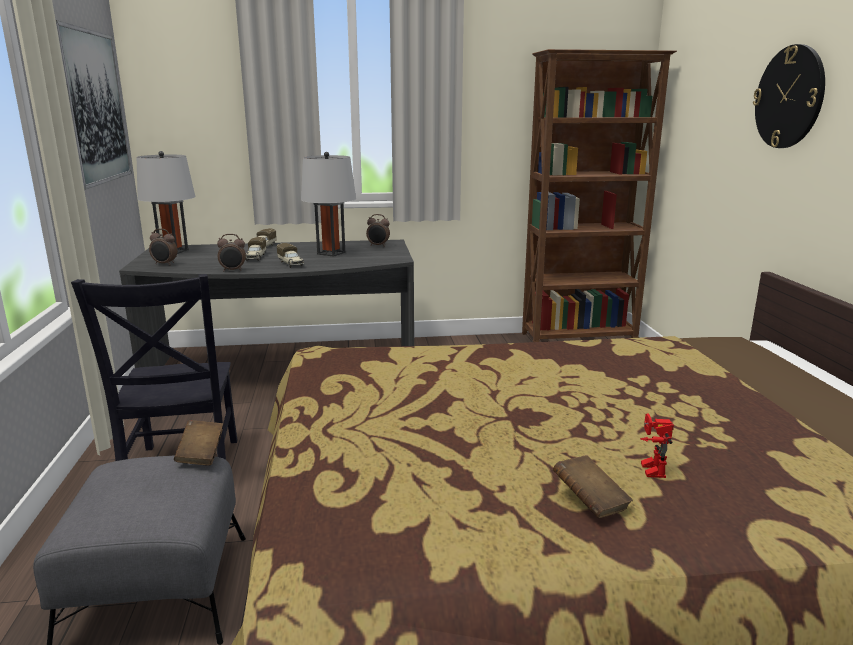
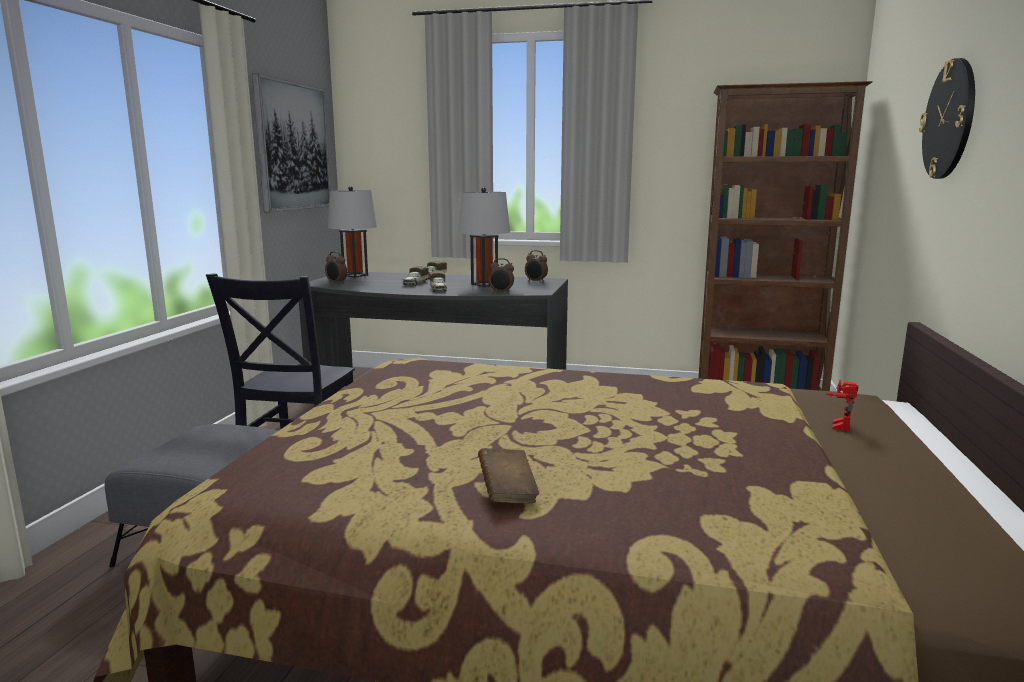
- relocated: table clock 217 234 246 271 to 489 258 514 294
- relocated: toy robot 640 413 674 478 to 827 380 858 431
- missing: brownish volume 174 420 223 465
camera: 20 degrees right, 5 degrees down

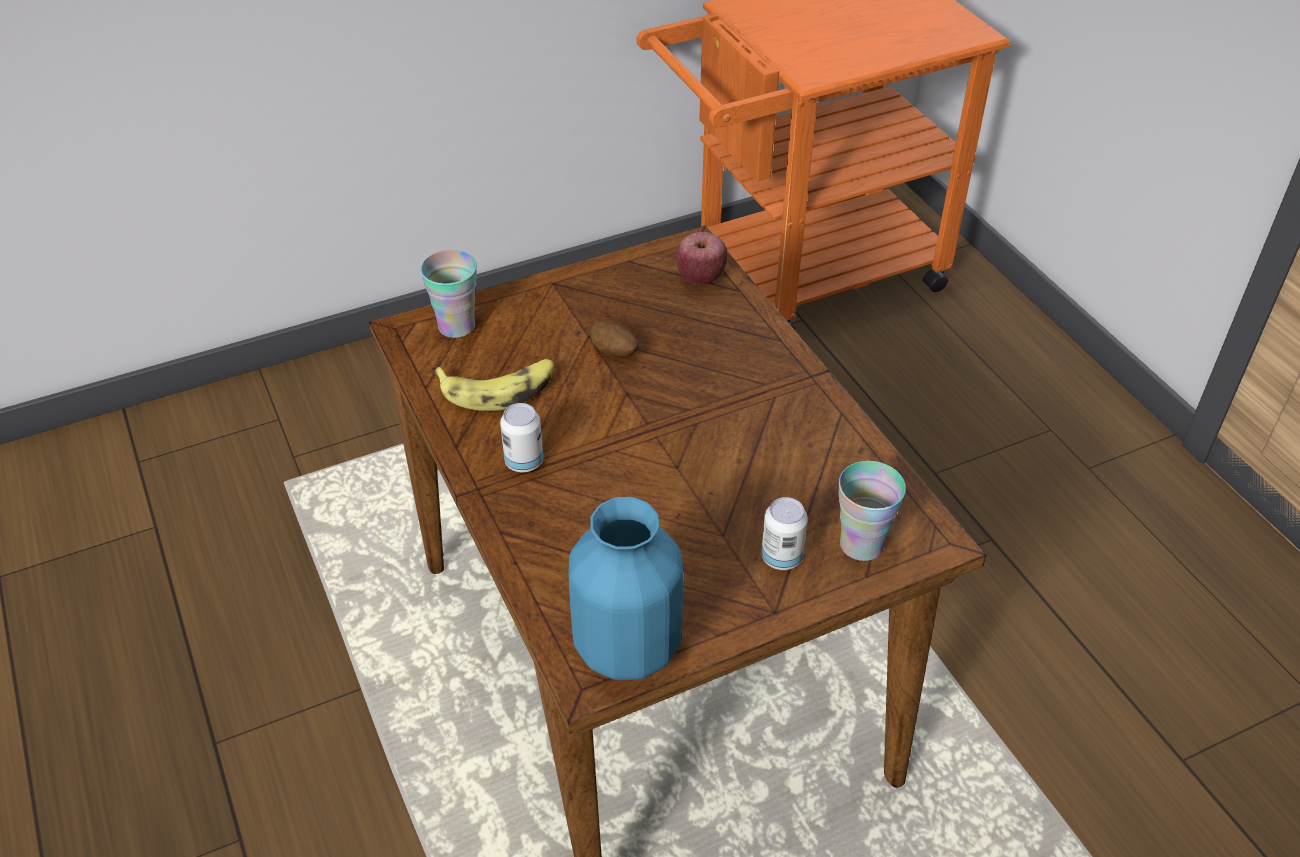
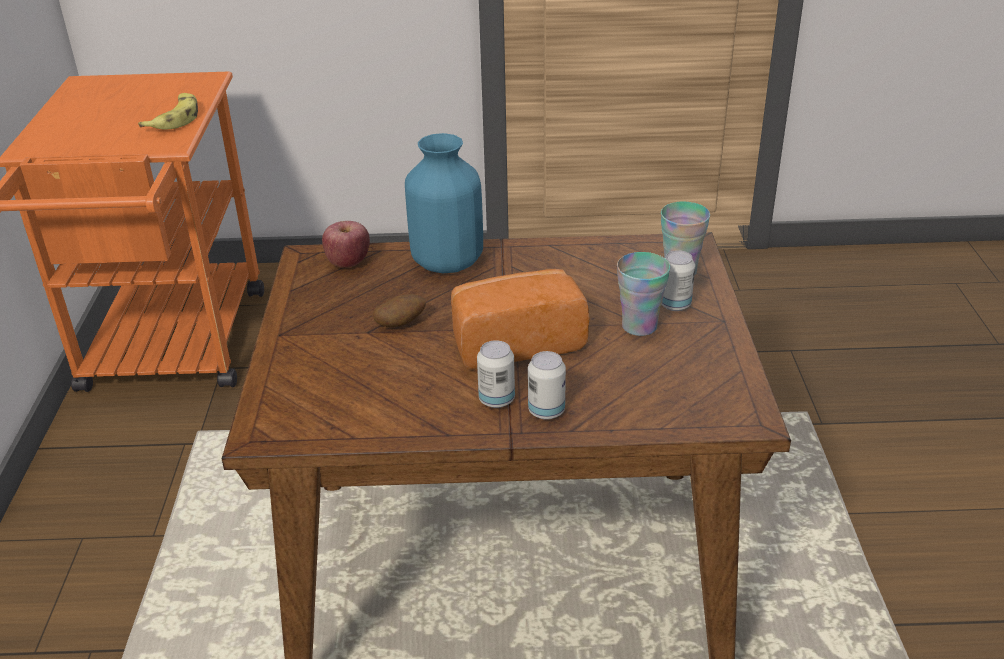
- relocated: drinking cup 421 250 477 338 to 617 252 670 336
- relocated: banana 434 359 554 411 to 138 93 198 129
- relocated: blue-coloured flower vase 569 497 683 680 to 405 133 483 273
- appeared: bread 451 269 589 369
- appeared: sealed can 528 351 566 420
camera: 65 degrees left, 10 degrees down

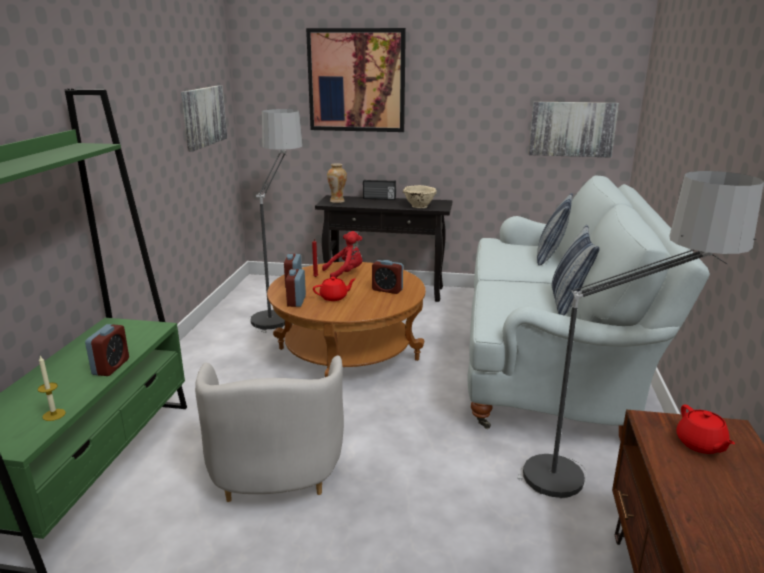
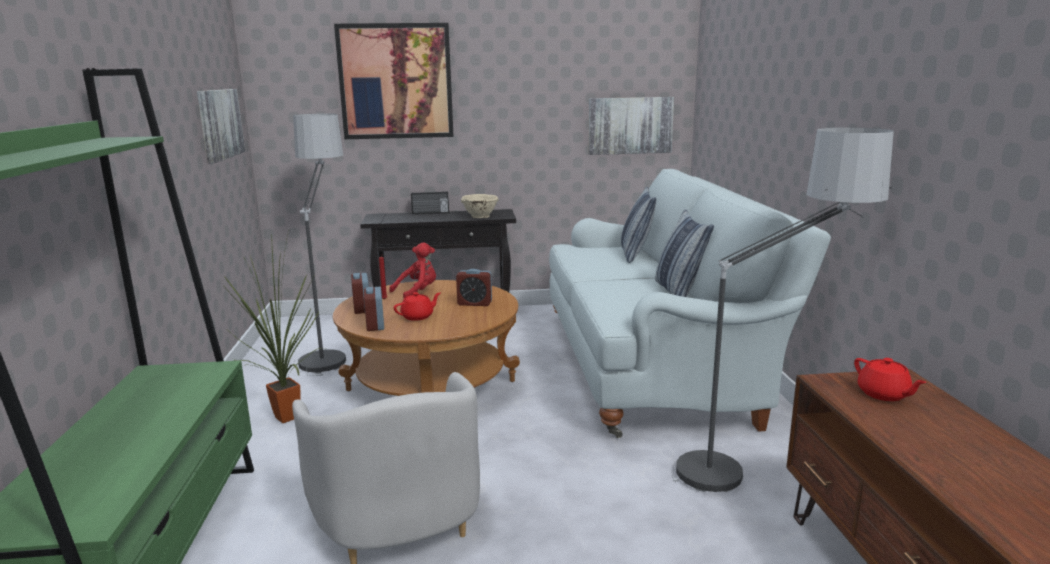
- missing: flower vase 327 163 347 203
- missing: table clock 85 324 129 376
- missing: wax light 38 356 66 421
- appeared: potted plant 224 231 323 423
camera: 15 degrees left, 5 degrees down

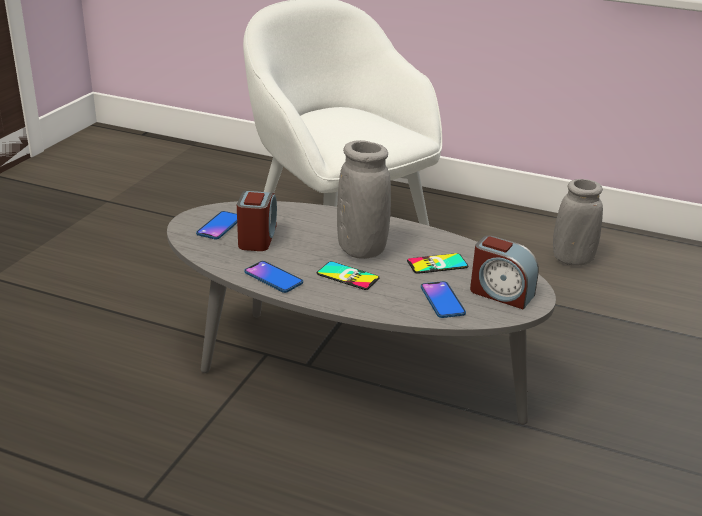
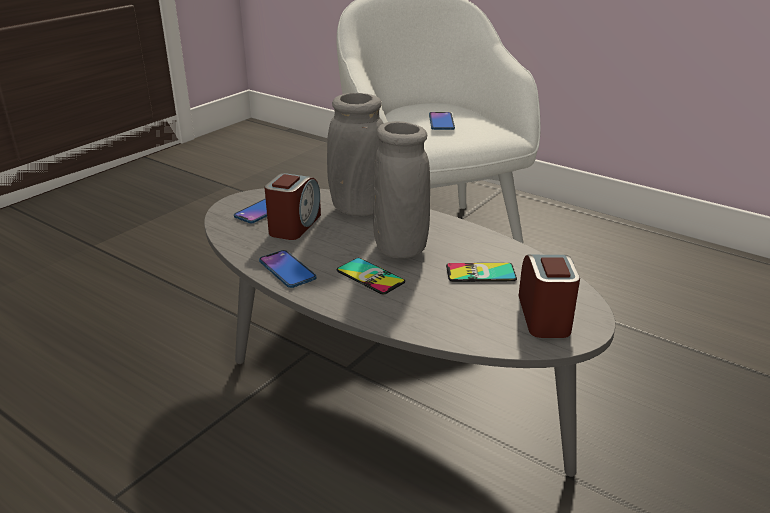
- relocated: greyish flower vase 553 179 603 265 to 327 93 383 216
- spun: table clock 470 236 539 310 = 519 255 580 338 135 degrees counterclockwise
- relocated: handset 421 281 466 318 to 429 112 455 130
camera: 15 degrees right, 0 degrees up

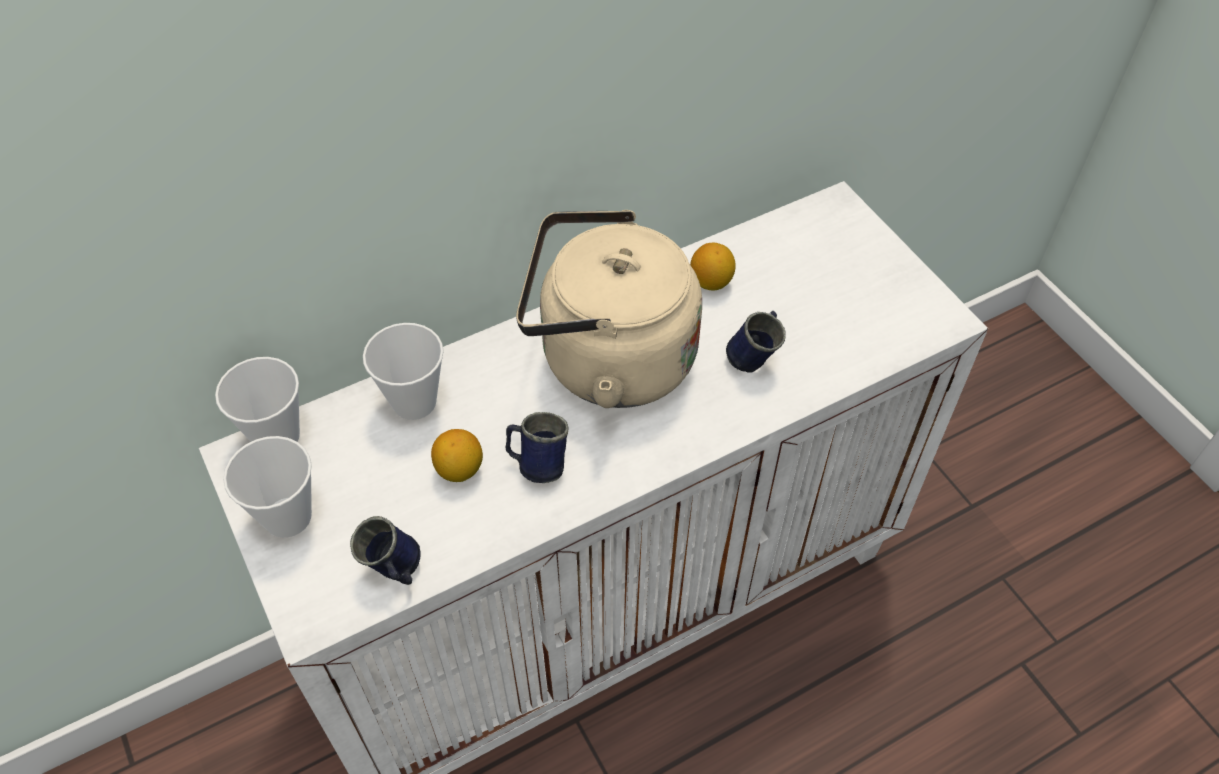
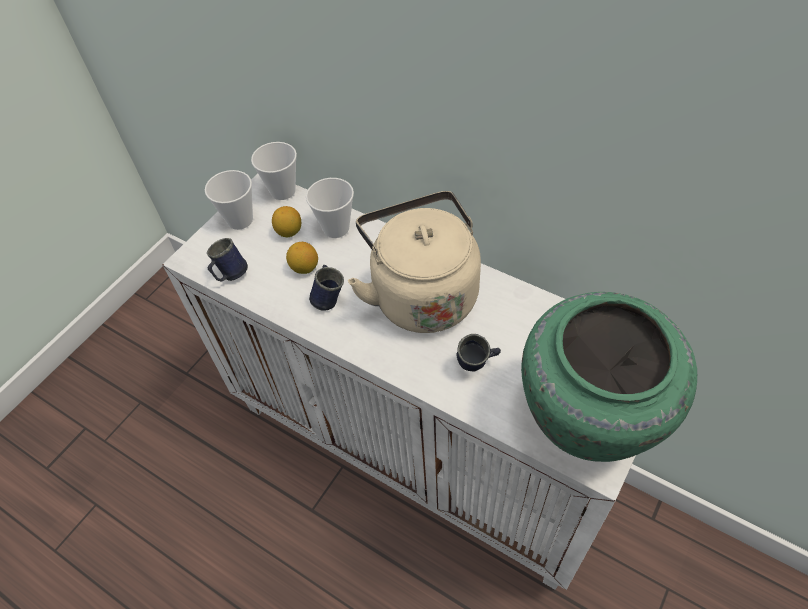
- relocated: citrus fruit 690 243 736 290 to 272 206 301 237
- appeared: green flower vase 521 292 697 462
camera: 65 degrees right, 0 degrees up

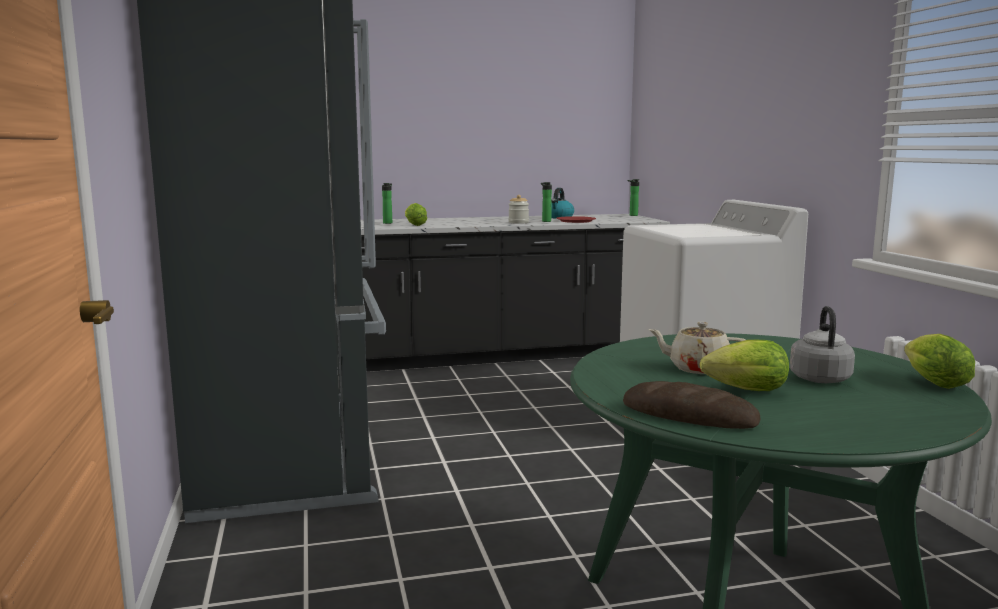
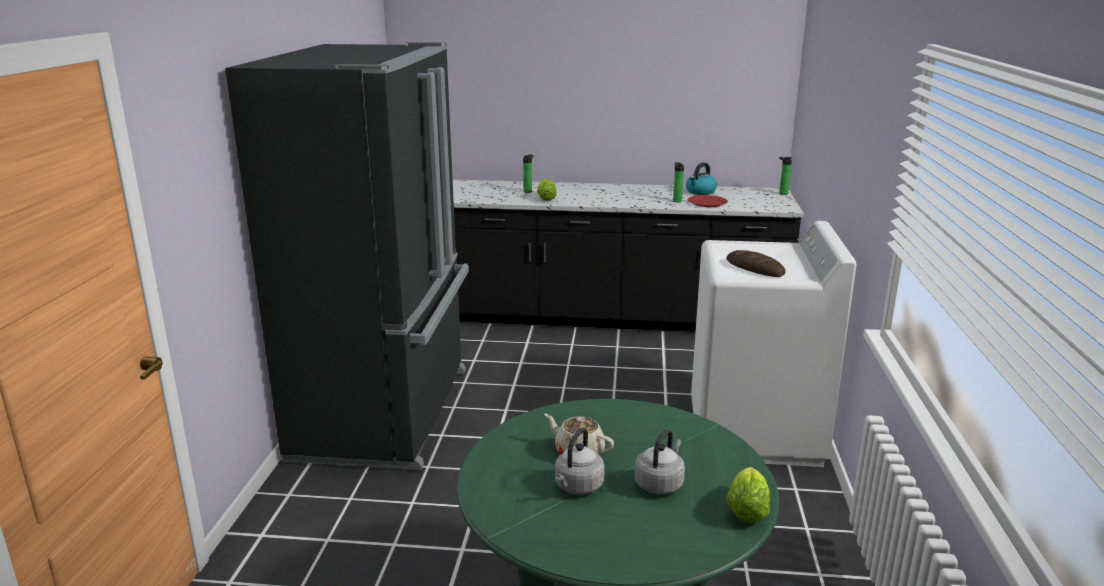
- missing: jar 508 195 529 224
- exchanged: lettuce 699 340 789 391 to greyish water kettle 555 428 605 495
- relocated: bread 623 381 761 429 to 726 250 786 277
camera: 20 degrees right, 10 degrees up

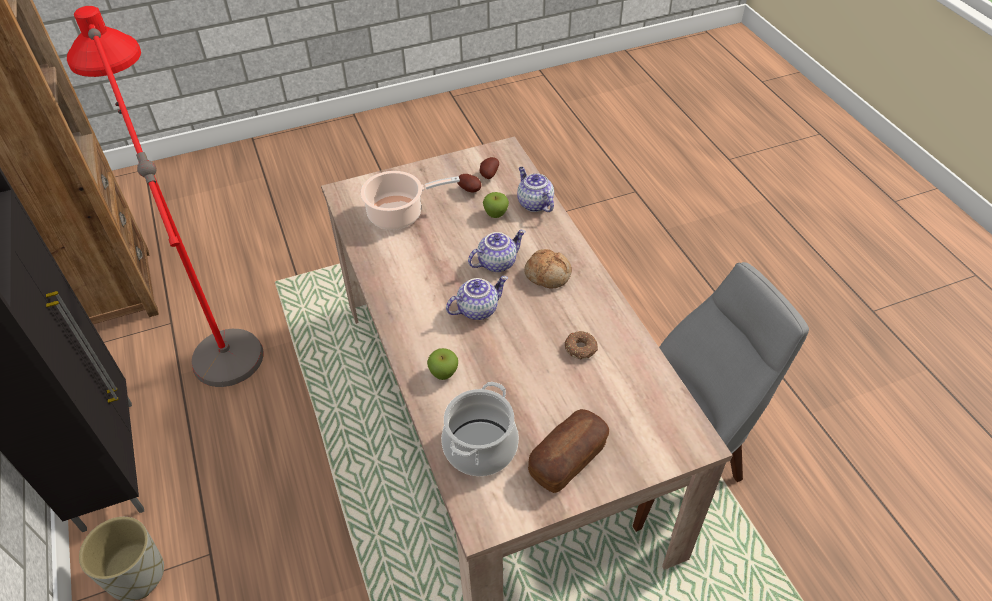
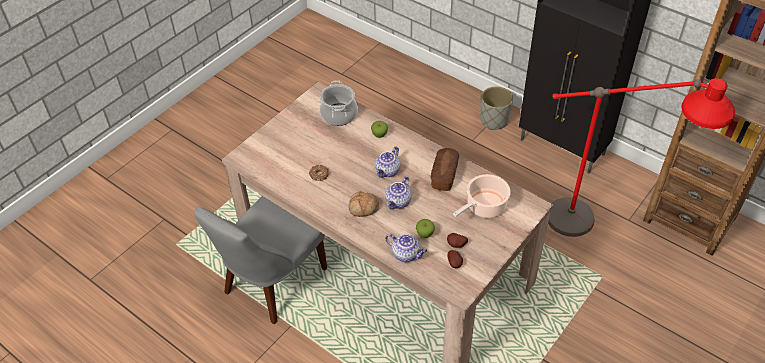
- relocated: bread 528 409 609 493 to 431 148 459 191
camera: 150 degrees right, 0 degrees up

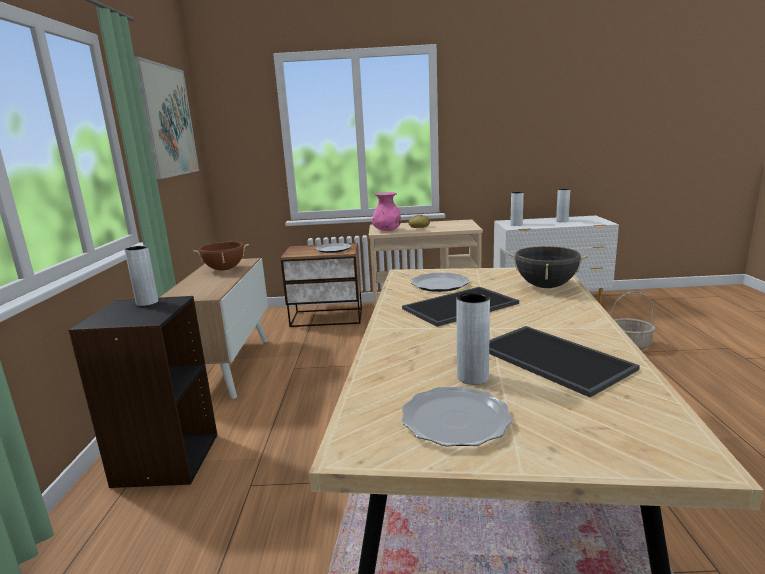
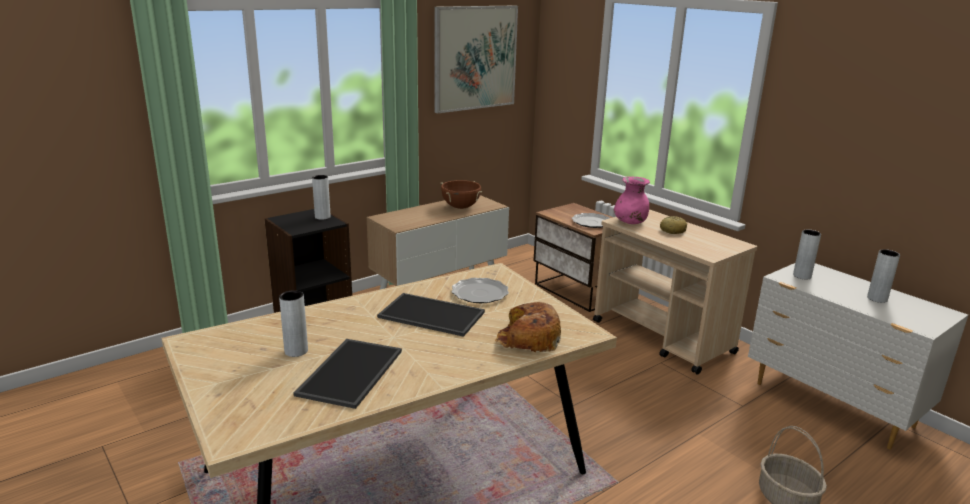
- exchanged: black-coloured saucepot 508 246 589 288 to bread 495 302 561 352
- missing: plate 402 386 513 447
camera: 50 degrees right, 5 degrees up

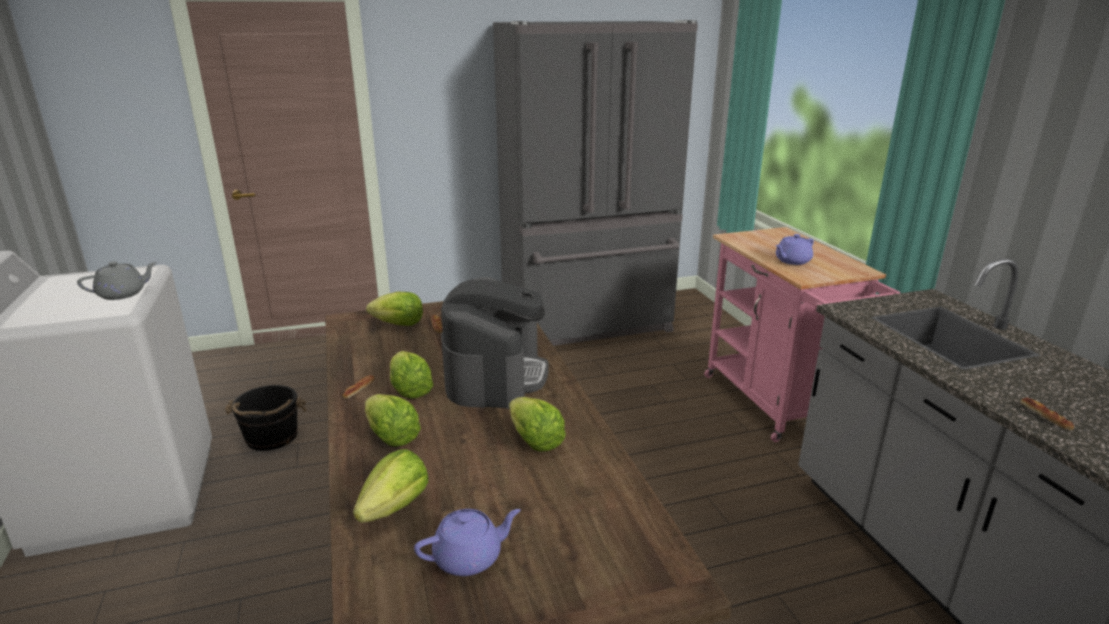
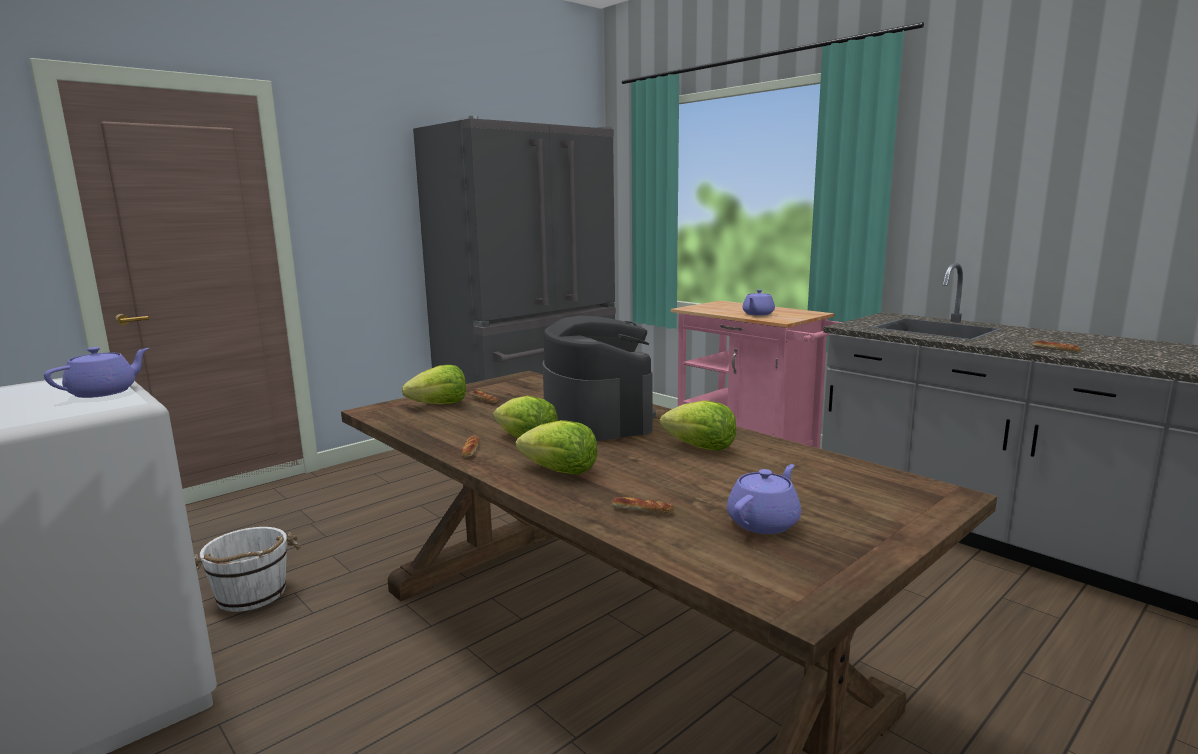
- colour: greyish pot for tea 77 261 157 300 to purple pot for tea 44 347 149 398
- colour: black-coloured water bucket 225 385 307 451 to white-coloured water bucket 194 527 301 612
- exchanged: lettuce 353 449 428 523 to bread 612 497 674 514
camera: 25 degrees left, 10 degrees down

